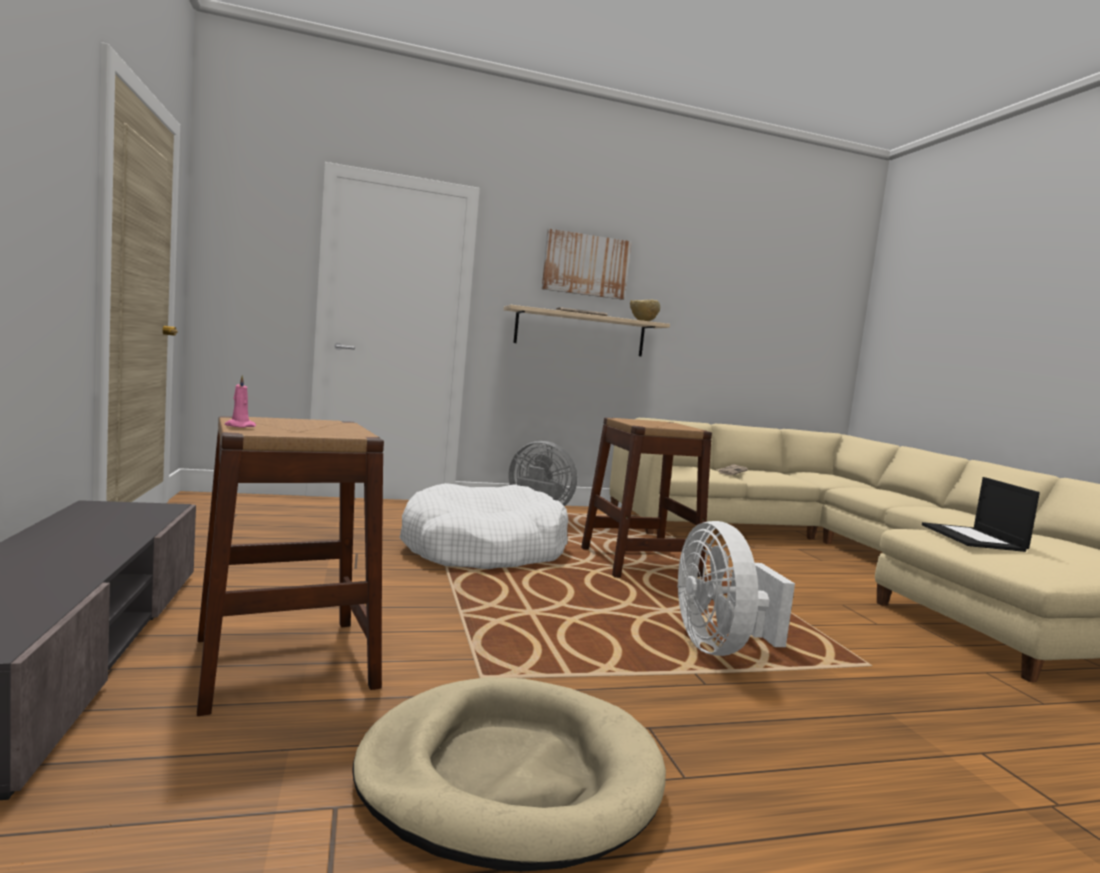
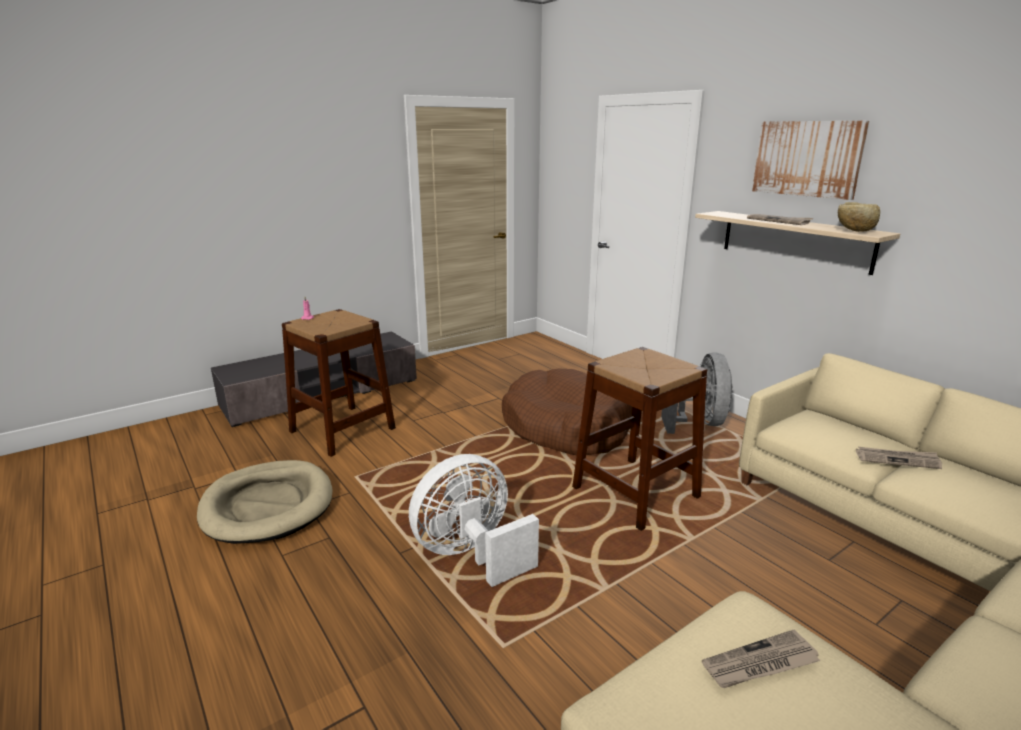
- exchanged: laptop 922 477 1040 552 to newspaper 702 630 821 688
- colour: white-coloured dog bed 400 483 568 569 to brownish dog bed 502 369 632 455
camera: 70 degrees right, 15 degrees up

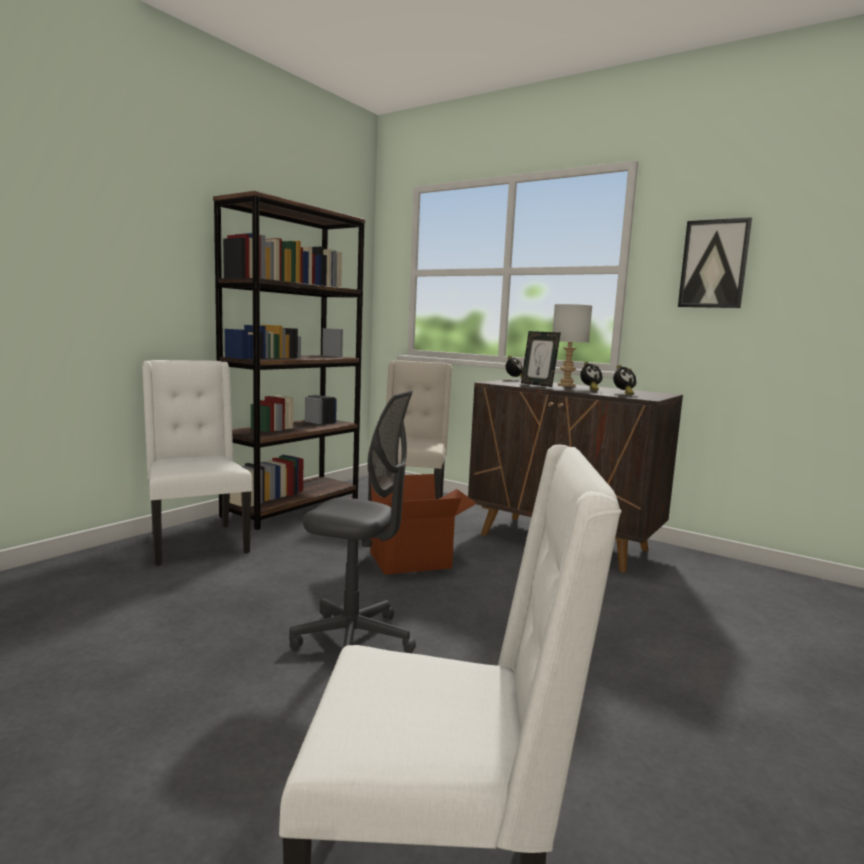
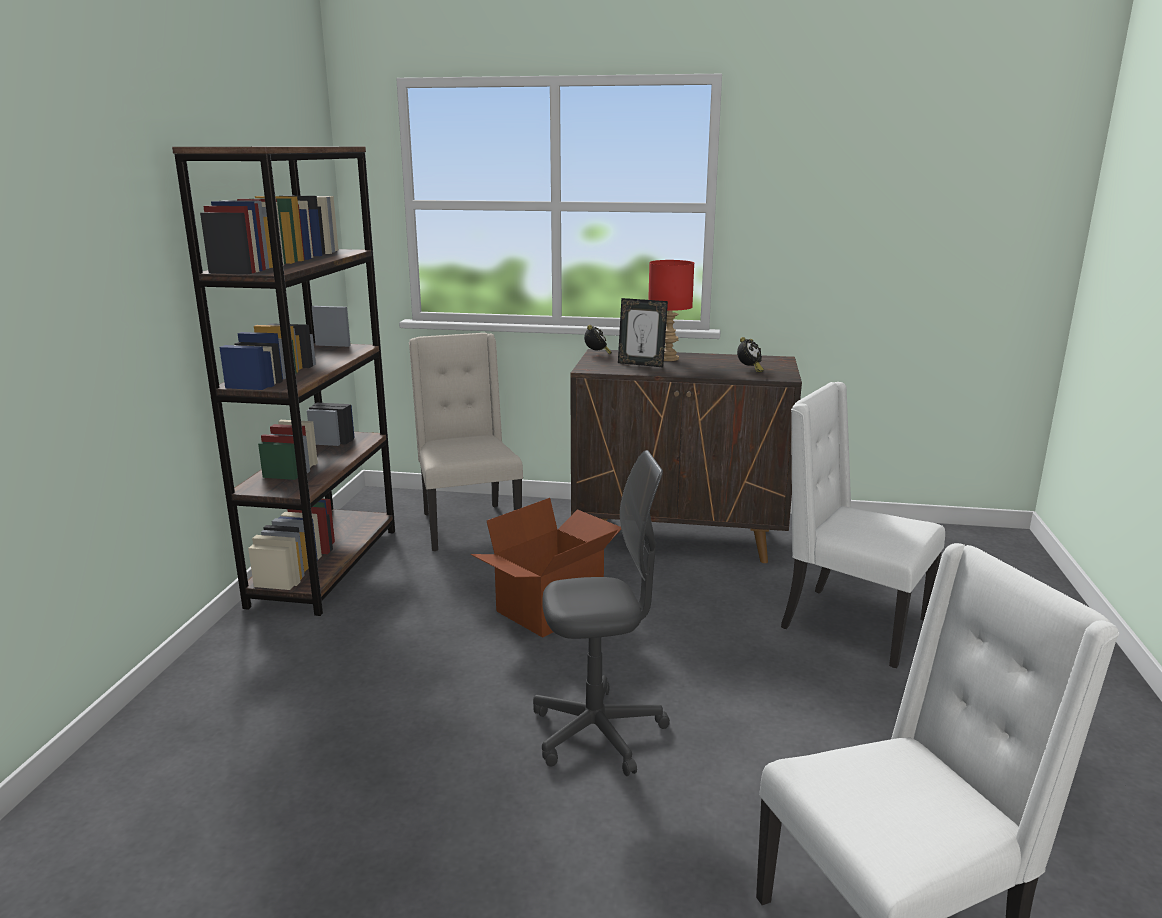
- missing: wall art 678 217 752 308
- colour: greyish tabletop lamp 553 304 592 387 to reddish tabletop lamp 648 260 694 361
- relocated: white-coloured chair 142 360 252 566 to 781 382 945 668
- missing: table clock 580 362 603 391
camera: 25 degrees left, 10 degrees up

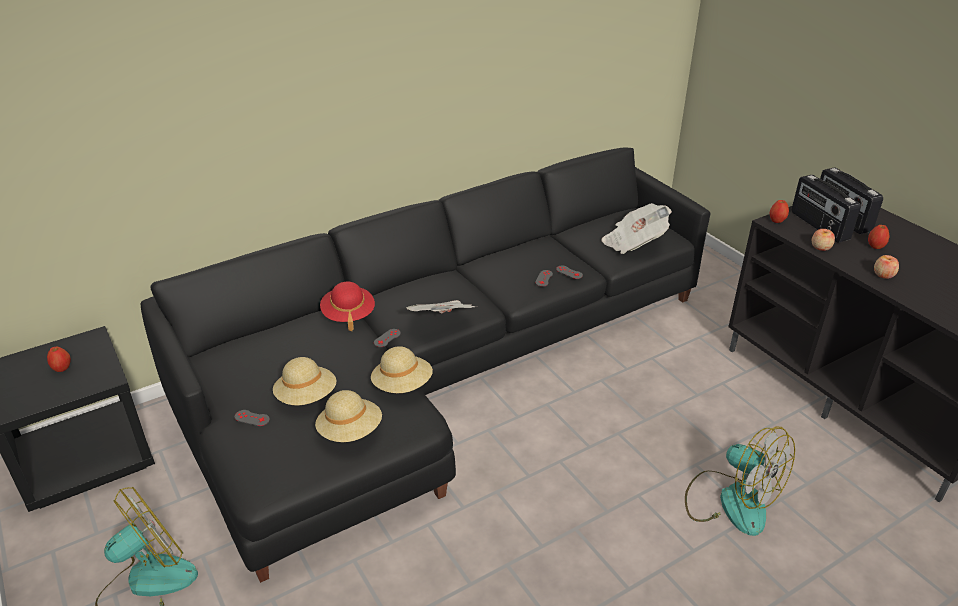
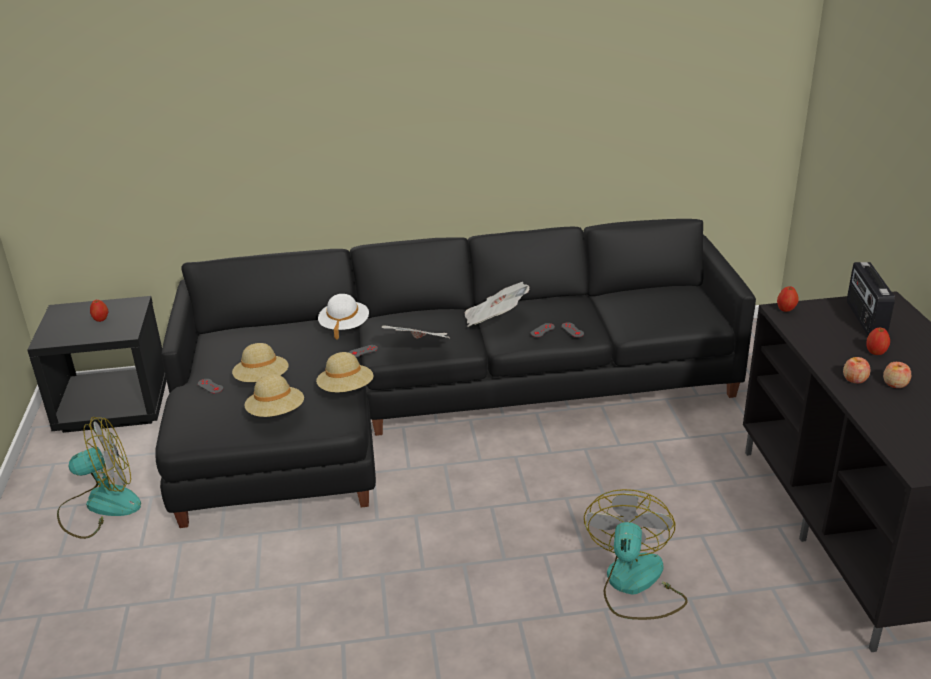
- missing: radio receiver 792 175 861 243
- relocated: newspaper 602 203 672 254 to 465 282 529 327
- relocated: apple fruit 812 229 835 251 to 883 362 911 388
- colour: reddish wearable hat 320 282 375 331 to white-coloured wearable hat 318 294 369 340
- spun: fan 685 426 795 536 = 584 489 688 620 150 degrees counterclockwise
camera: 25 degrees right, 5 degrees down

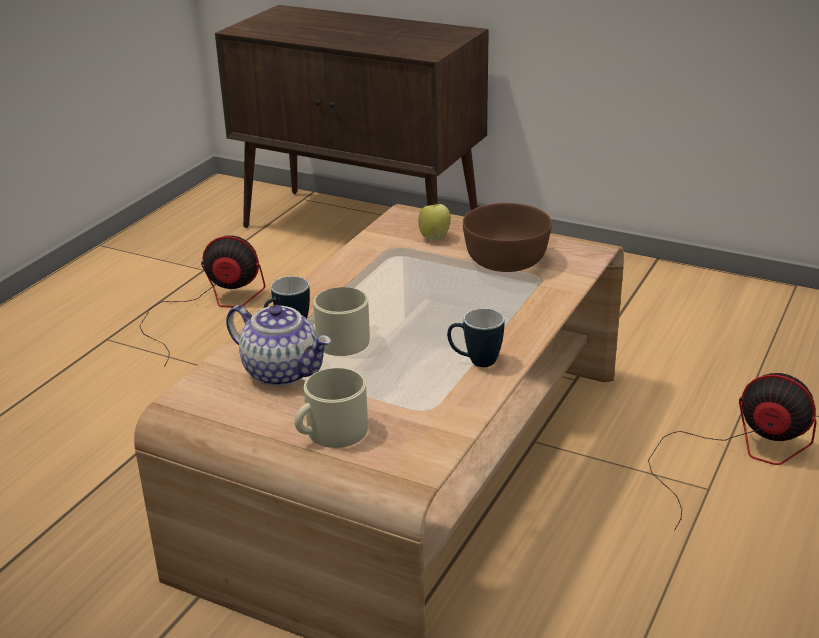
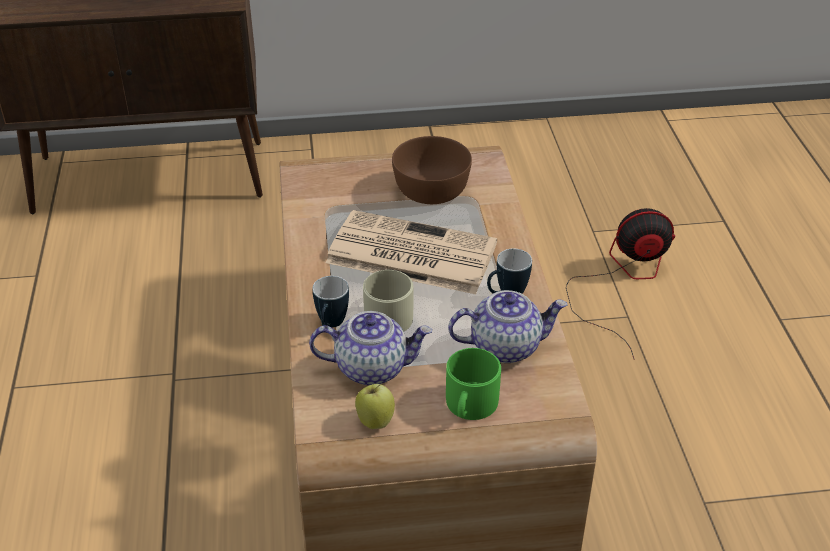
- relocated: apple fruit 418 202 451 240 to 355 384 395 429
- missing: fan 140 235 265 367
- colour: beige-coloured tea mug 295 368 368 448 to green tea mug 446 348 501 420
- appeared: newspaper 326 210 497 294
- appeared: pot for tea 448 290 568 363
camera: 35 degrees left, 10 degrees up

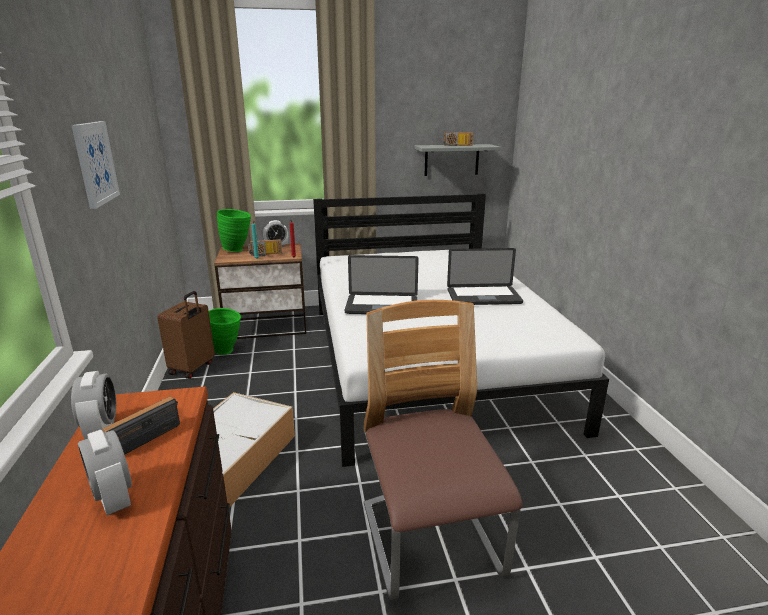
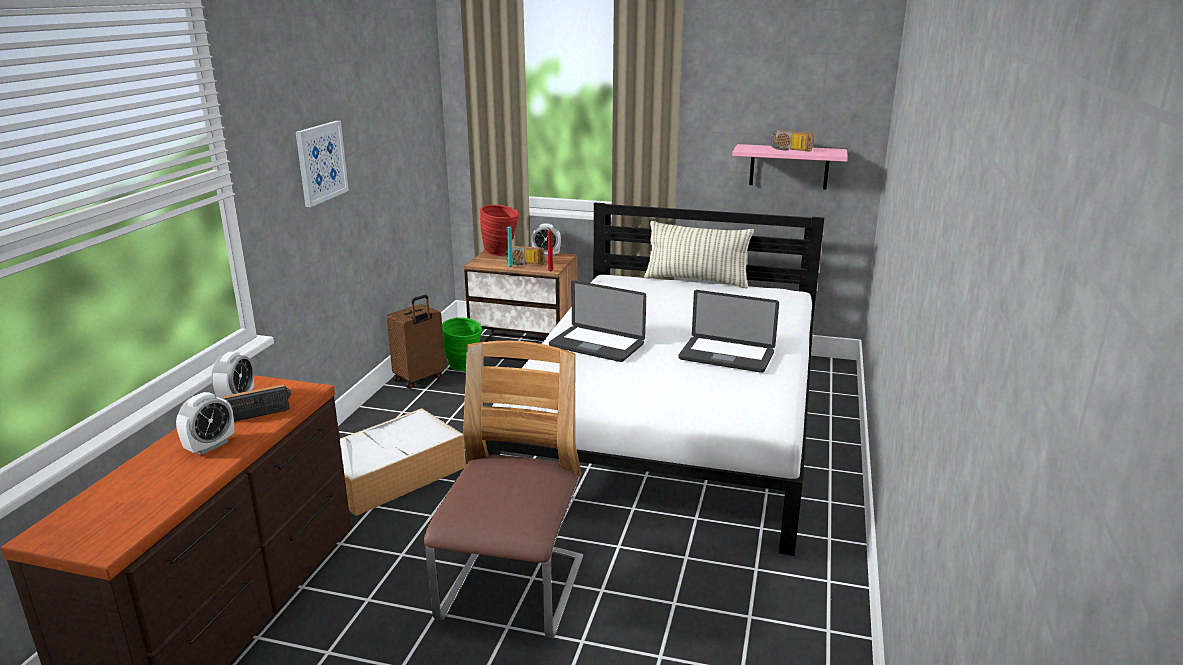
- colour: greyish bracket shelf 414 144 501 176 to pinkish bracket shelf 732 144 847 189
- colour: green flower vase 217 209 251 252 to reddish flower vase 480 205 519 256
- spun: table clock 78 430 132 516 = 176 392 234 455 135 degrees counterclockwise
- appeared: throw pillow 644 221 754 288
camera: 25 degrees right, 0 degrees up

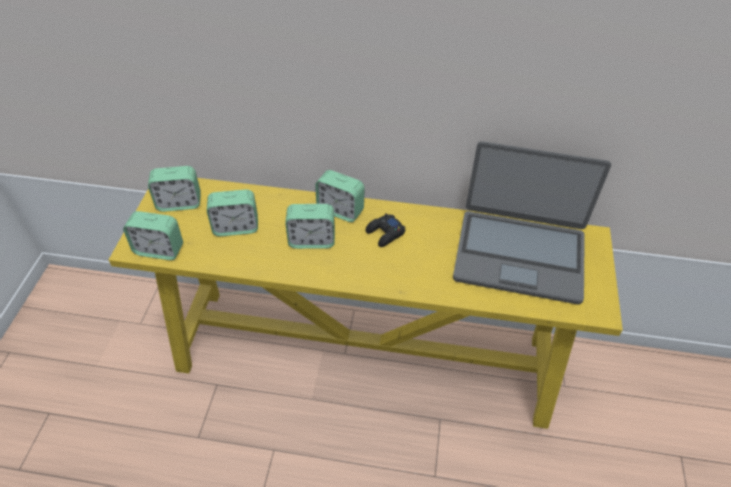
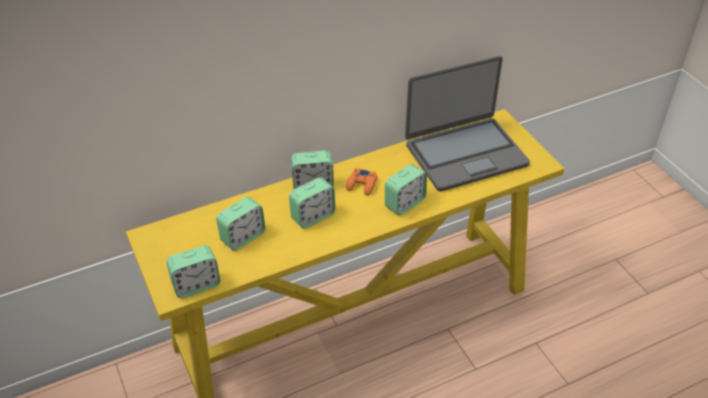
- relocated: table clock 148 166 201 212 to 385 164 427 216
- colour: black-coloured gamepad 366 213 406 247 to orange gamepad 346 168 377 196
camera: 35 degrees left, 5 degrees down

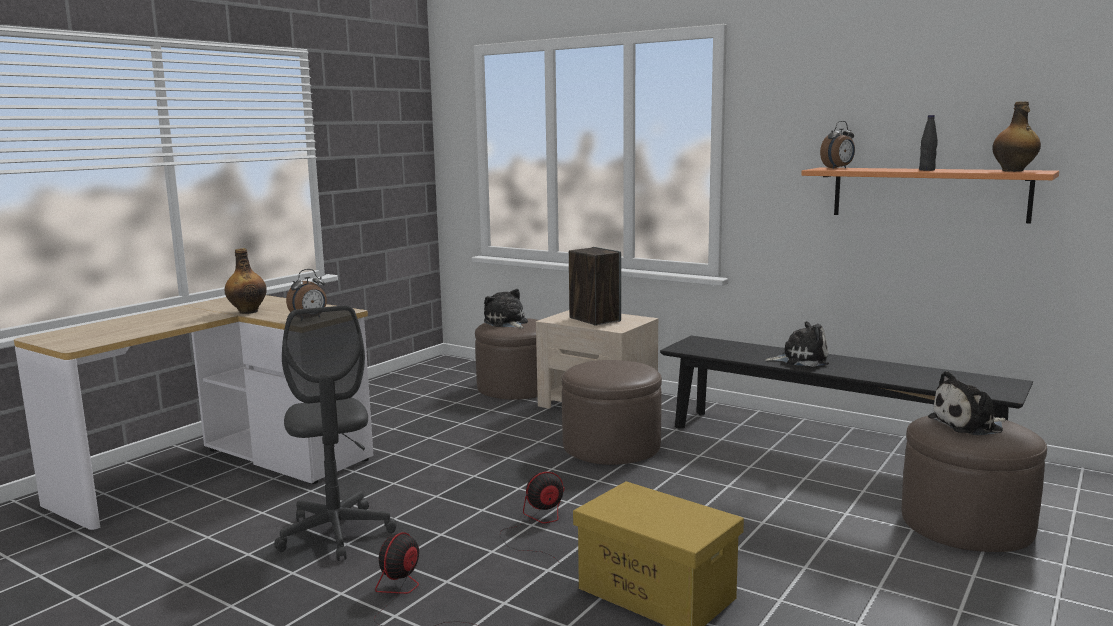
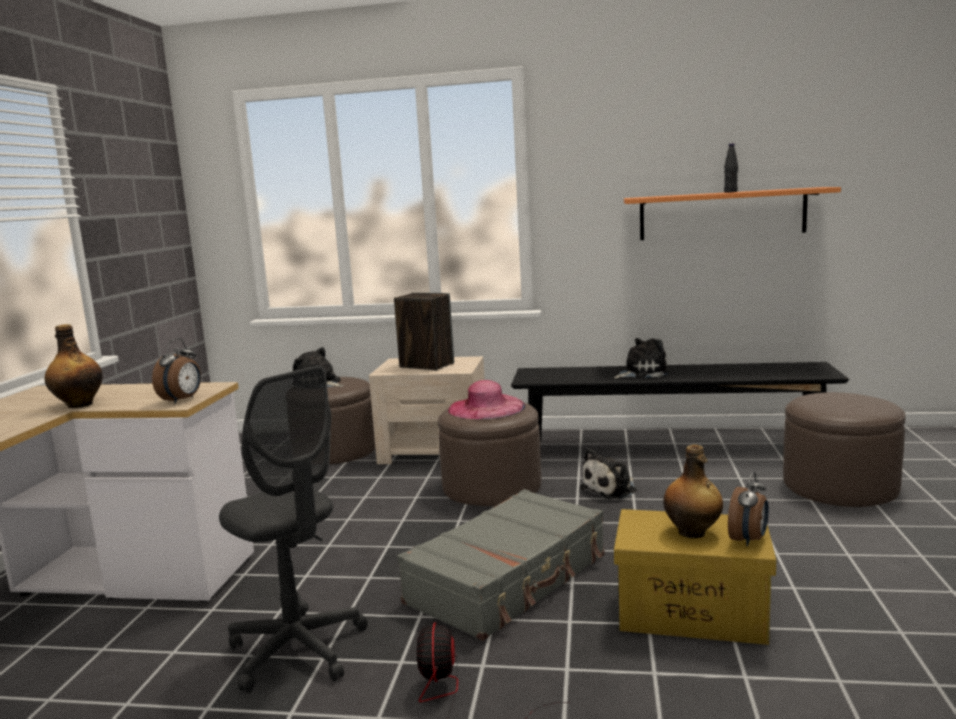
- relocated: drink bottle 992 101 1041 172 to 663 445 723 538
- relocated: table clock 820 121 855 168 to 728 471 769 547
- relocated: cuddly toy 928 371 1006 435 to 580 448 637 499
- exchanged: fan 499 472 565 563 to greyish piece of luggage 397 489 604 641
- appeared: pinkish wearable hat 448 380 525 419
camera: 25 degrees left, 0 degrees up

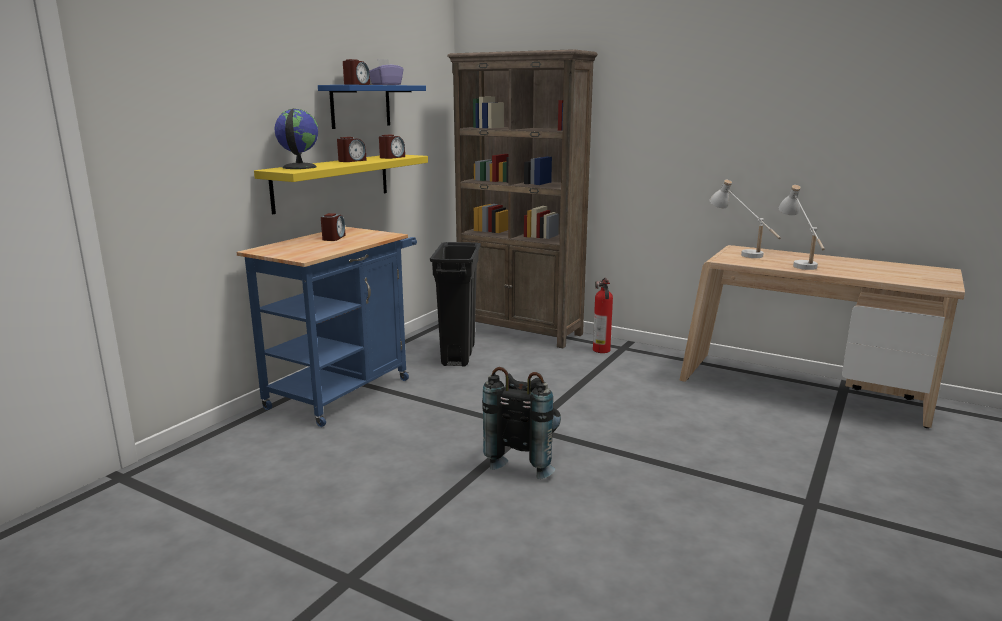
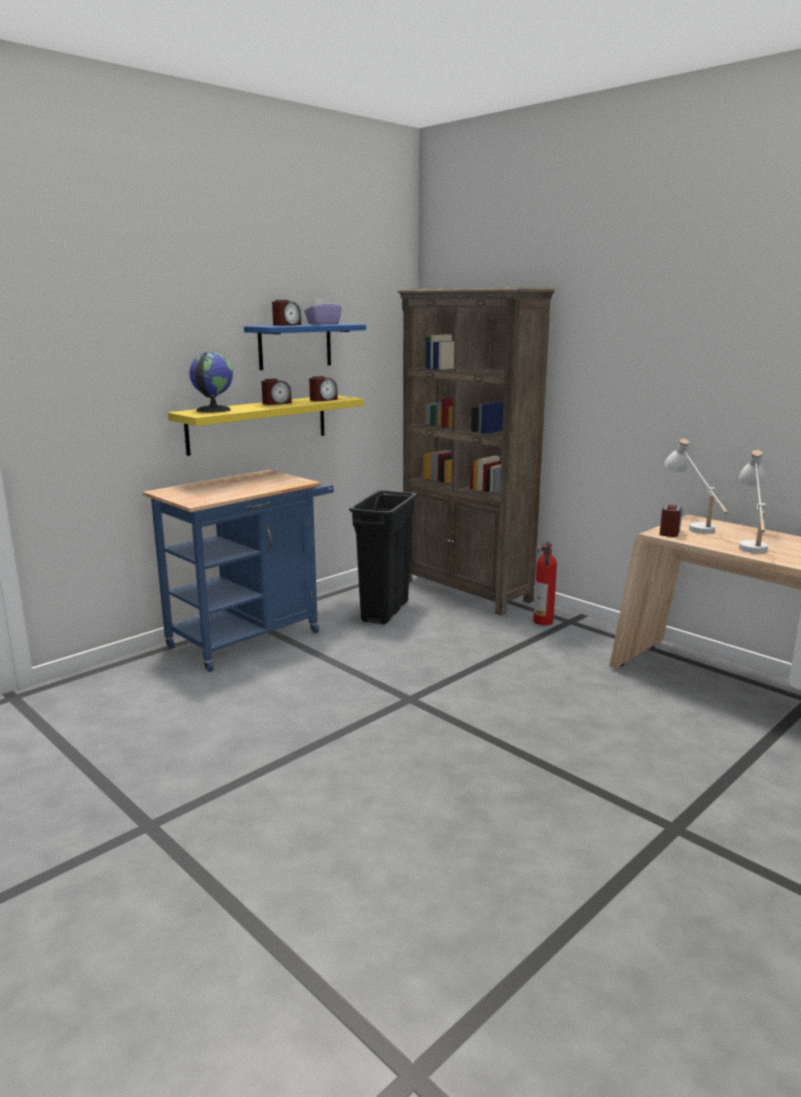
- relocated: table clock 321 213 346 241 to 660 505 683 537
- missing: black-coloured rucksack 482 367 561 479
camera: 15 degrees right, 0 degrees up

